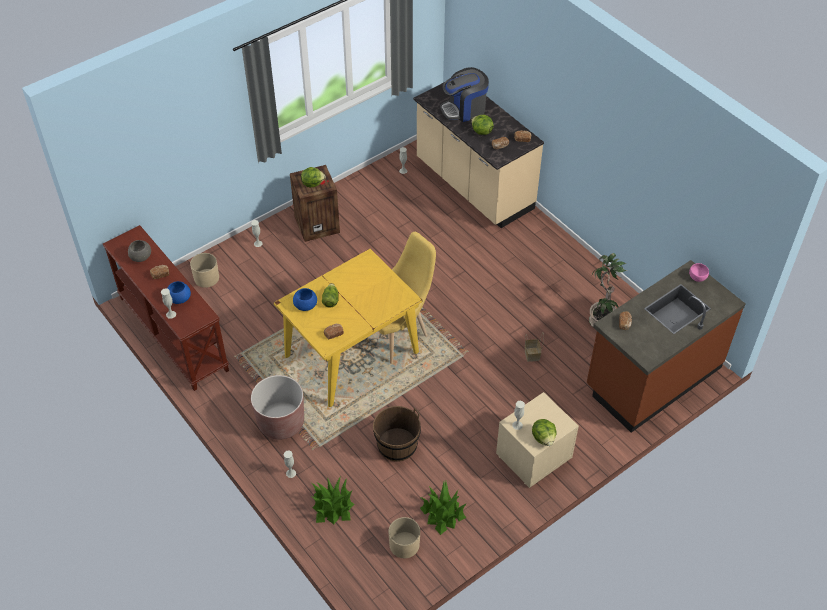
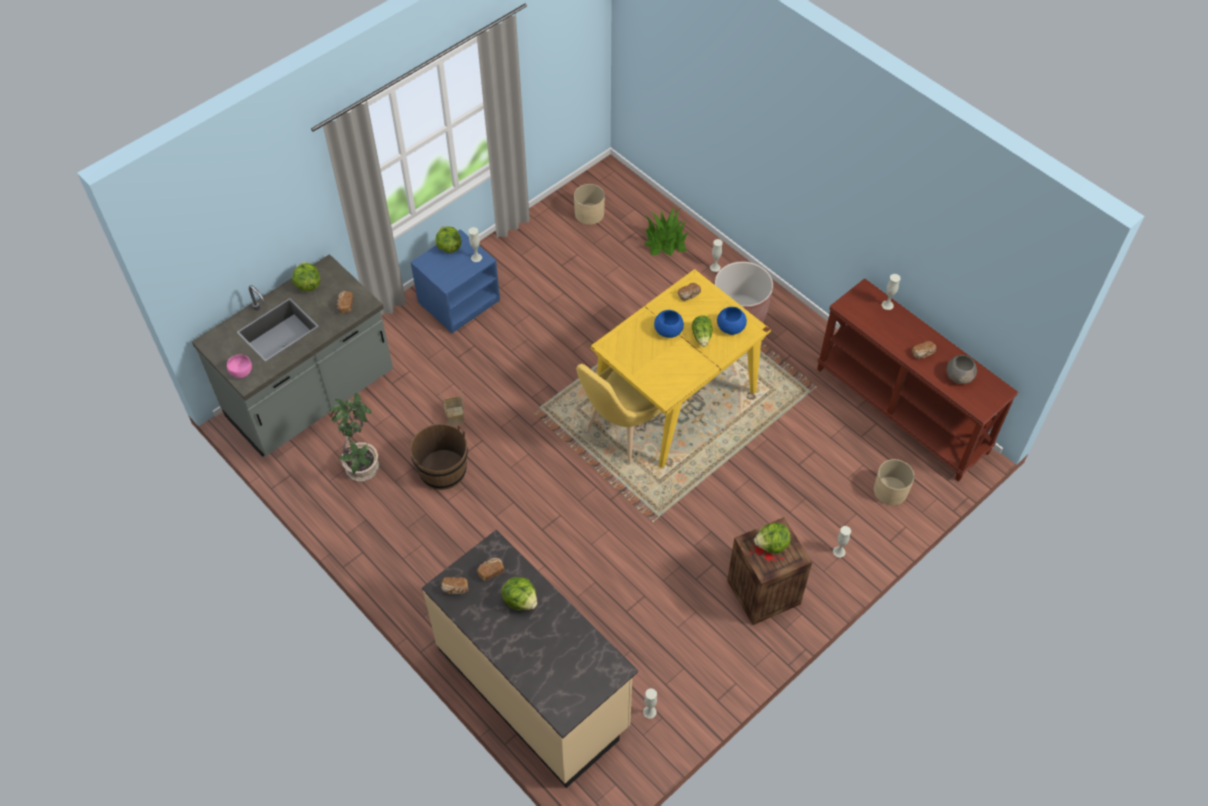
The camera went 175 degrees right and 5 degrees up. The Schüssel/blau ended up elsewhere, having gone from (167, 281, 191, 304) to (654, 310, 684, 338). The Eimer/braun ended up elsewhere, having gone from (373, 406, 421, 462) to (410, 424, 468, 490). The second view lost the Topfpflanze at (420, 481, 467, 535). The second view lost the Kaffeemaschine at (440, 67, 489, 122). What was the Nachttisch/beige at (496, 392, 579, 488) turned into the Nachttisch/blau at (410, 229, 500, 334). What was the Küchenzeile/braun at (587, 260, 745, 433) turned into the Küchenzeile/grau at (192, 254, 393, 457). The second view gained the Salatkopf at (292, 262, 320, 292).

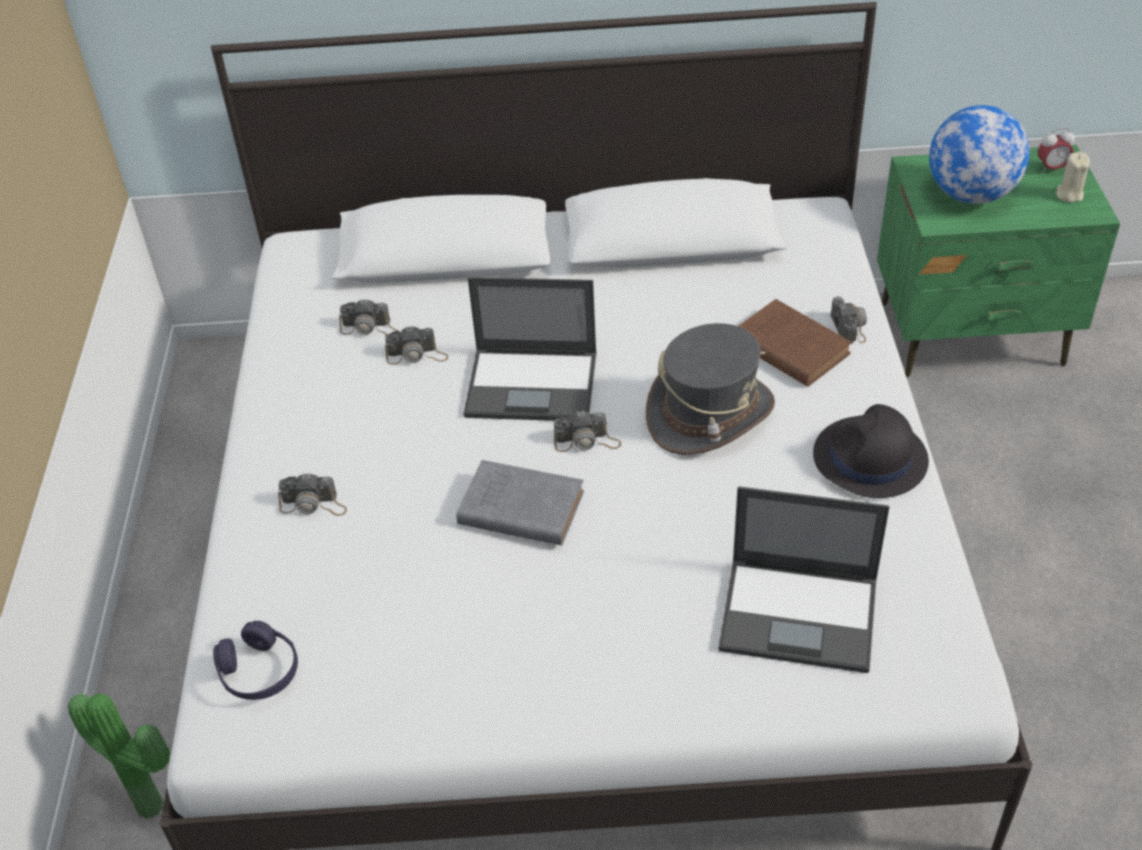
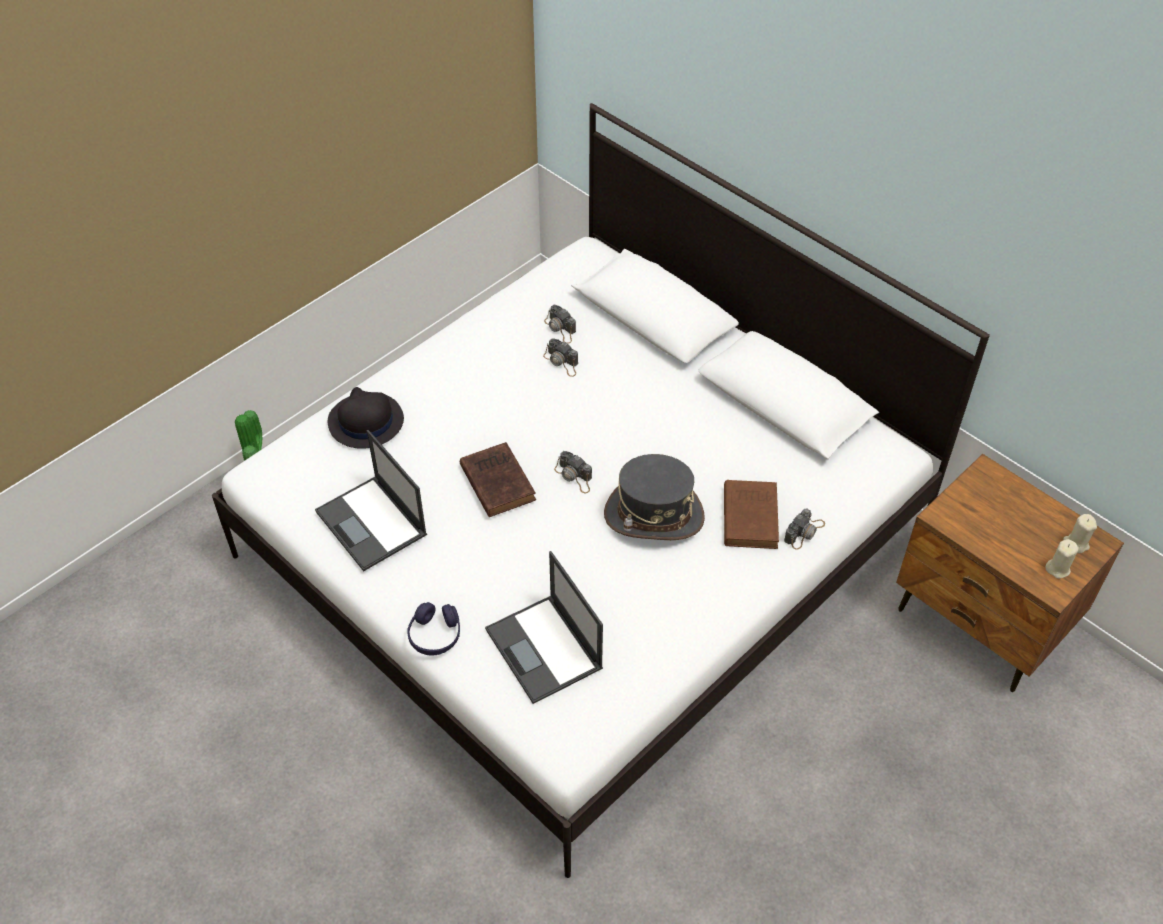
The camera went 45 degrees right and 5 degrees up. The Kopfhörer/lila ended up elsewhere, having gone from (213, 621, 298, 700) to (407, 602, 460, 655). The second view lost the Kamera at (278, 473, 347, 516). What was the Buch/grau at (456, 460, 584, 545) turned into the Buch/braun at (460, 442, 536, 517). The Laptop ended up elsewhere, having gone from (463, 277, 596, 421) to (315, 430, 427, 572). The Hut/schwarz ended up elsewhere, having gone from (813, 404, 929, 498) to (328, 387, 404, 449). What was the Nachttisch/grün at (877, 145, 1120, 377) turned into the Nachttisch/braun at (896, 454, 1124, 692). The second view lost the Globus at (929, 105, 1030, 204). Where the Wecker stood at (1038, 128, 1075, 173), the Kerze/beige came to stand at (1063, 514, 1097, 553).

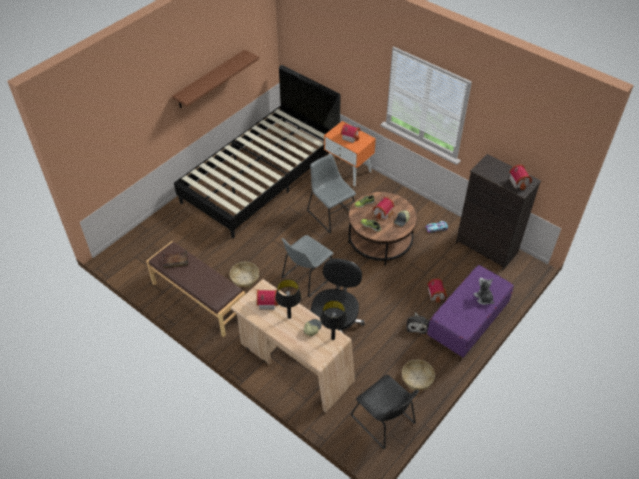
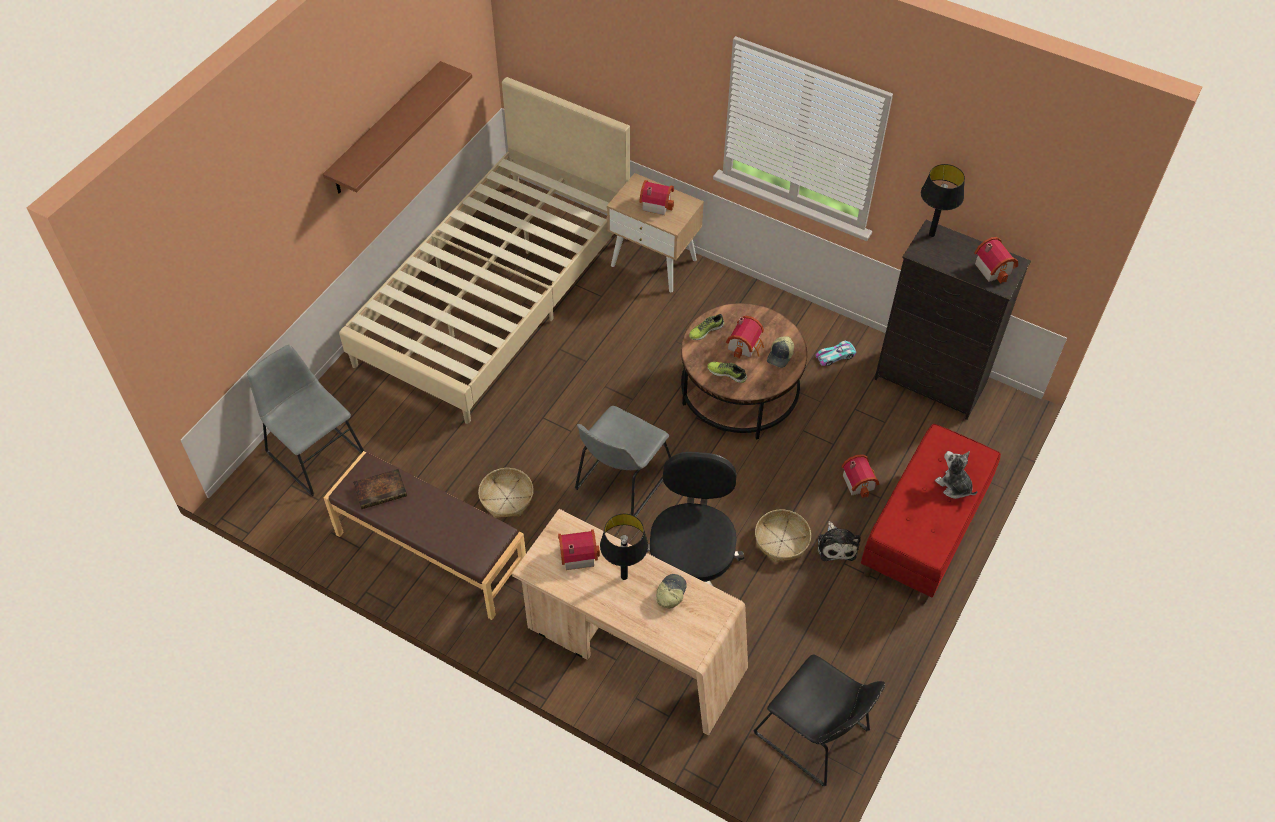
The camera went 10 degrees left and 5 degrees up. What was the Bett/schwarz at (174, 65, 341, 238) turned into the Bett/beige at (339, 77, 630, 424). The Stuhl/grau ended up elsewhere, having gone from (307, 154, 356, 233) to (247, 345, 364, 496). The Tischlampe/schwarz ended up elsewhere, having gone from (320, 300, 347, 340) to (921, 164, 965, 237). What was the Nachttisch/orange at (324, 121, 376, 186) turned into the Nachttisch/beige at (607, 173, 704, 292). The Korb ended up elsewhere, having gone from (402, 360, 435, 390) to (755, 509, 811, 562). What was the Bank/lila at (427, 265, 514, 362) turned into the Bank/rot at (861, 424, 1001, 604).

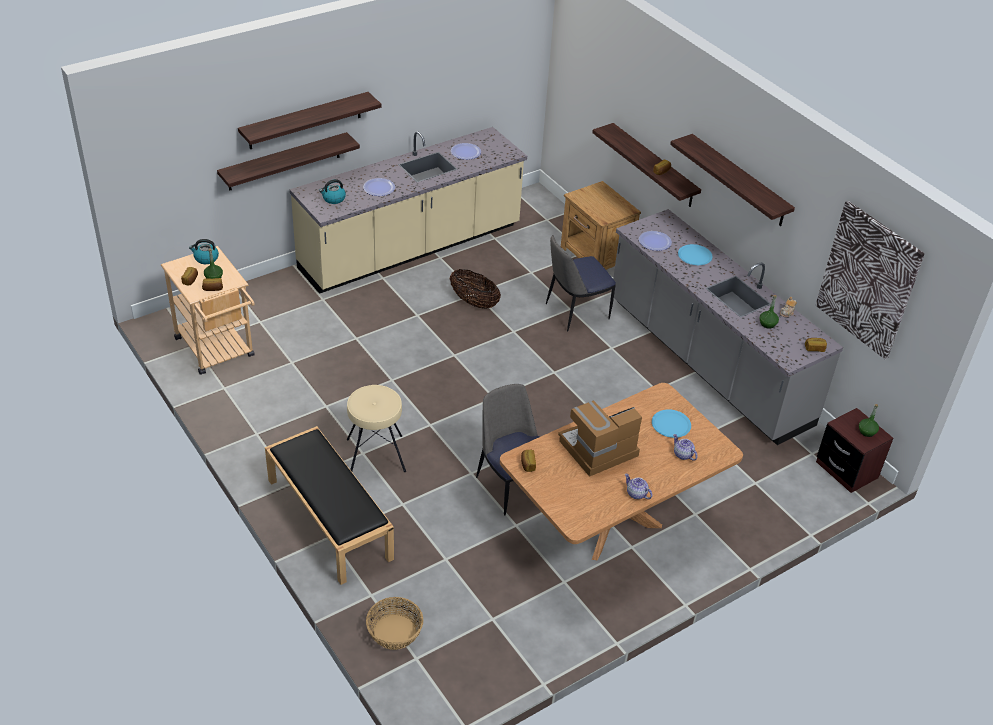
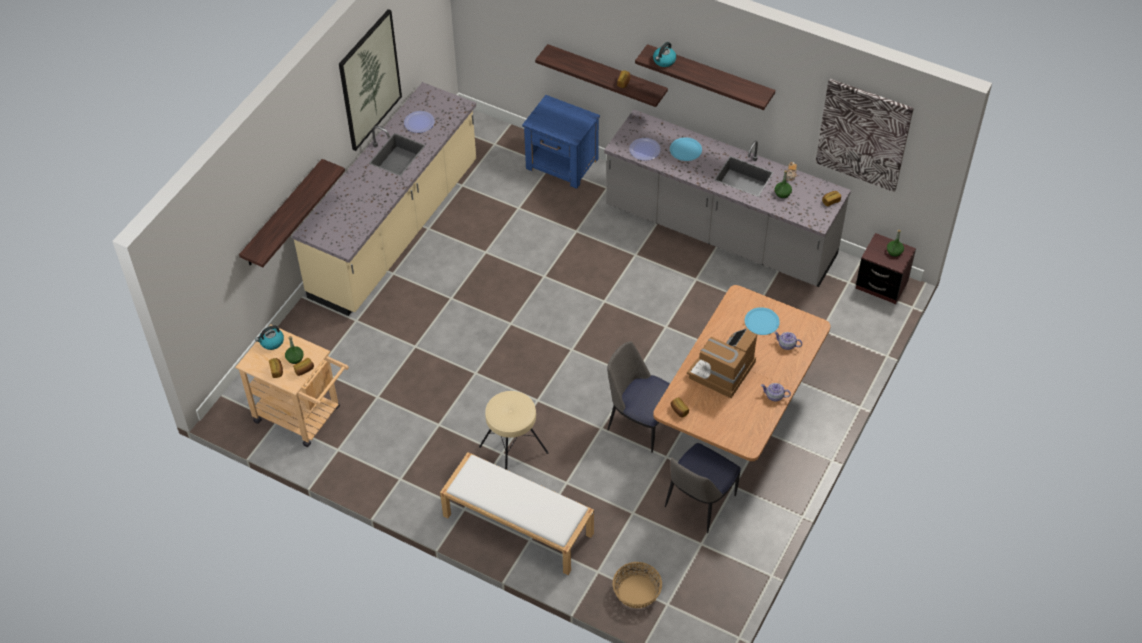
The camera went 25 degrees left and 10 degrees up. The second view lost the Wandregal at (238, 92, 382, 149). What was the Bank/schwarz at (265, 426, 394, 585) turned into the Bank/weiß at (440, 452, 594, 575). The Wasserkessel ended up elsewhere, having gone from (319, 179, 346, 204) to (653, 42, 676, 67). The second view lost the Teller at (363, 178, 395, 196). The second view lost the Korb at (450, 269, 501, 309). The Stuhl ended up elsewhere, having gone from (546, 235, 616, 332) to (665, 443, 741, 533). What was the Nachttisch/braun at (561, 181, 641, 270) turned into the Nachttisch/blau at (522, 95, 600, 189). The second view gained the Bild at (339, 9, 402, 151).

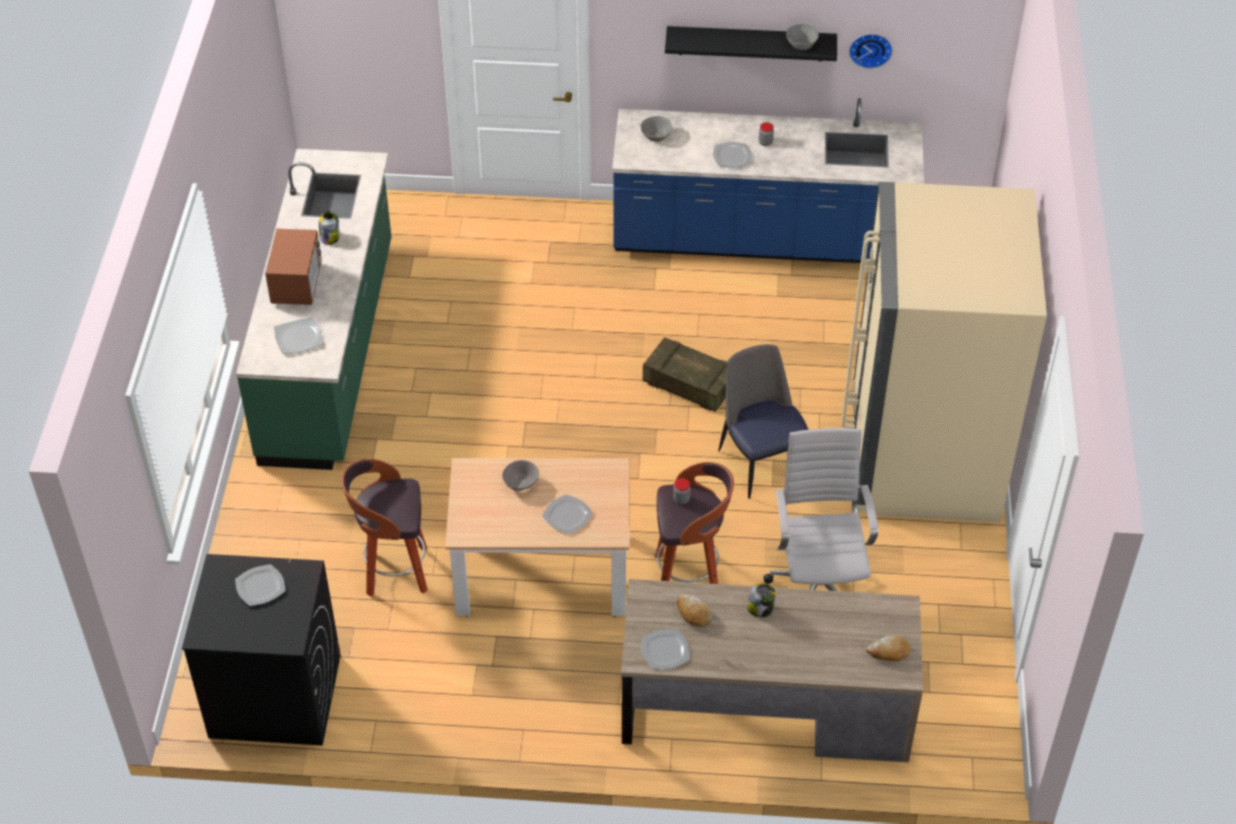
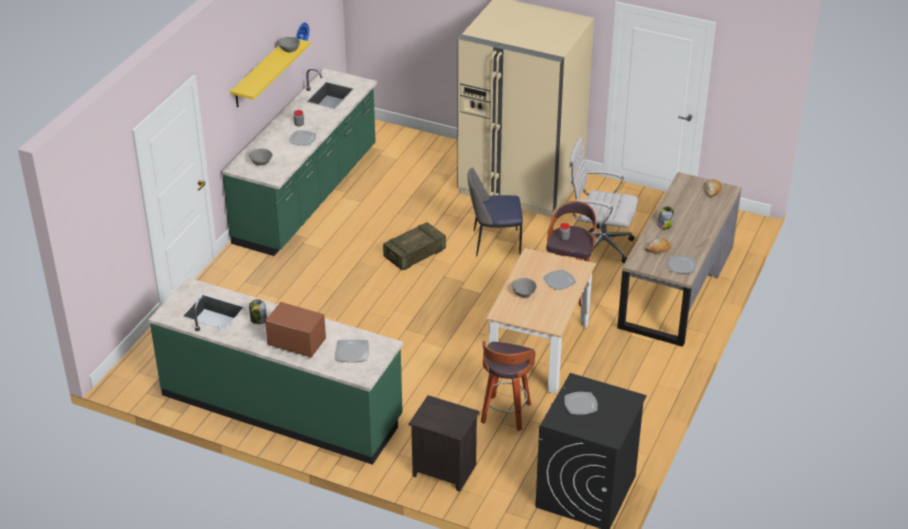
The camera went 70 degrees left and 10 degrees down. What was the Küchenzeile/blau at (612, 98, 924, 263) turned into the Küchenzeile/grün at (222, 68, 377, 256). What was the Wandregal/schwarz at (665, 26, 837, 61) turned into the Wandregal/gelb at (230, 39, 311, 108). The second view gained the Nachttisch/schwarz at (409, 395, 480, 492).

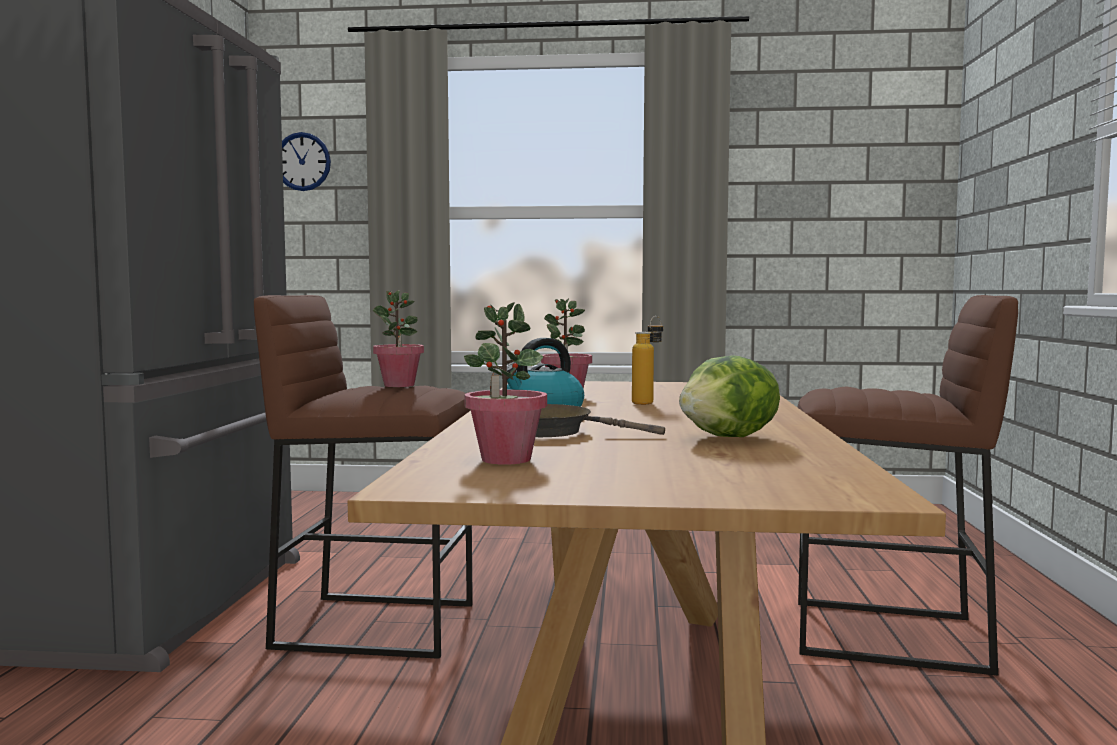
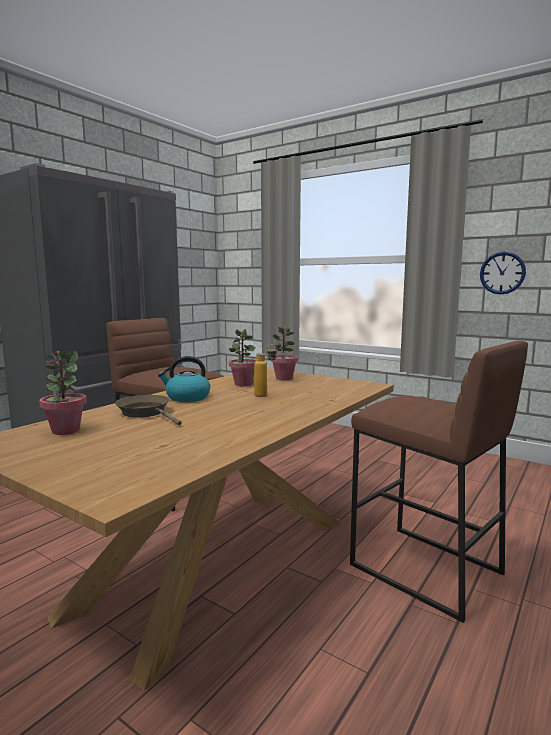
The camera went 30 degrees right and 5 degrees up. The Wanduhr ended up elsewhere, having gone from (282, 132, 331, 191) to (480, 252, 526, 295). The Topfpflanze ended up elsewhere, having gone from (373, 290, 424, 387) to (271, 326, 298, 380). The second view lost the Salatkopf at (679, 355, 780, 437).

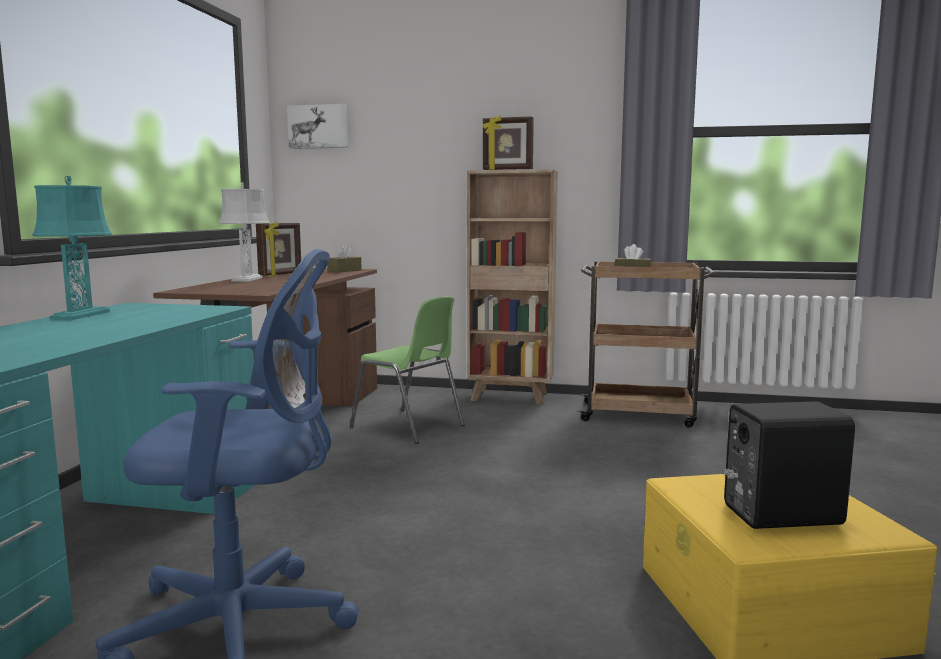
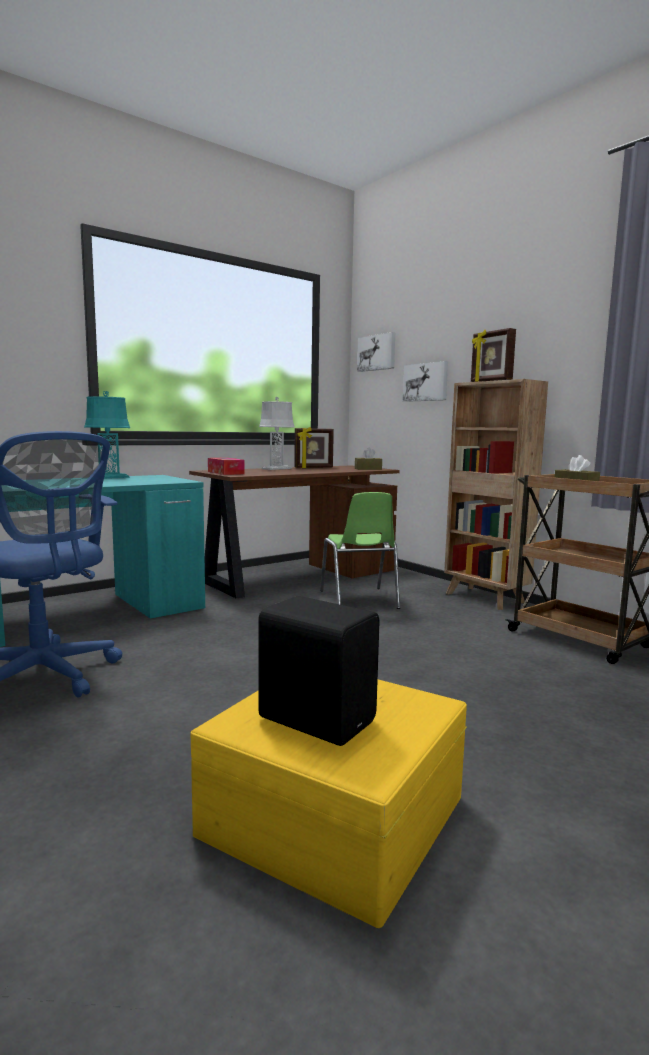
The camera went 40 degrees right and 0 degrees up. The second view gained the Taschentuchbox at (208, 458, 245, 475). The second view gained the Bild at (403, 361, 448, 402).

